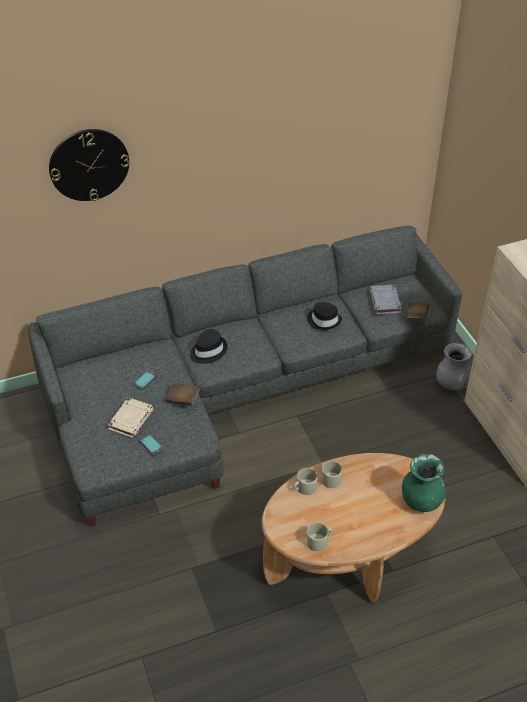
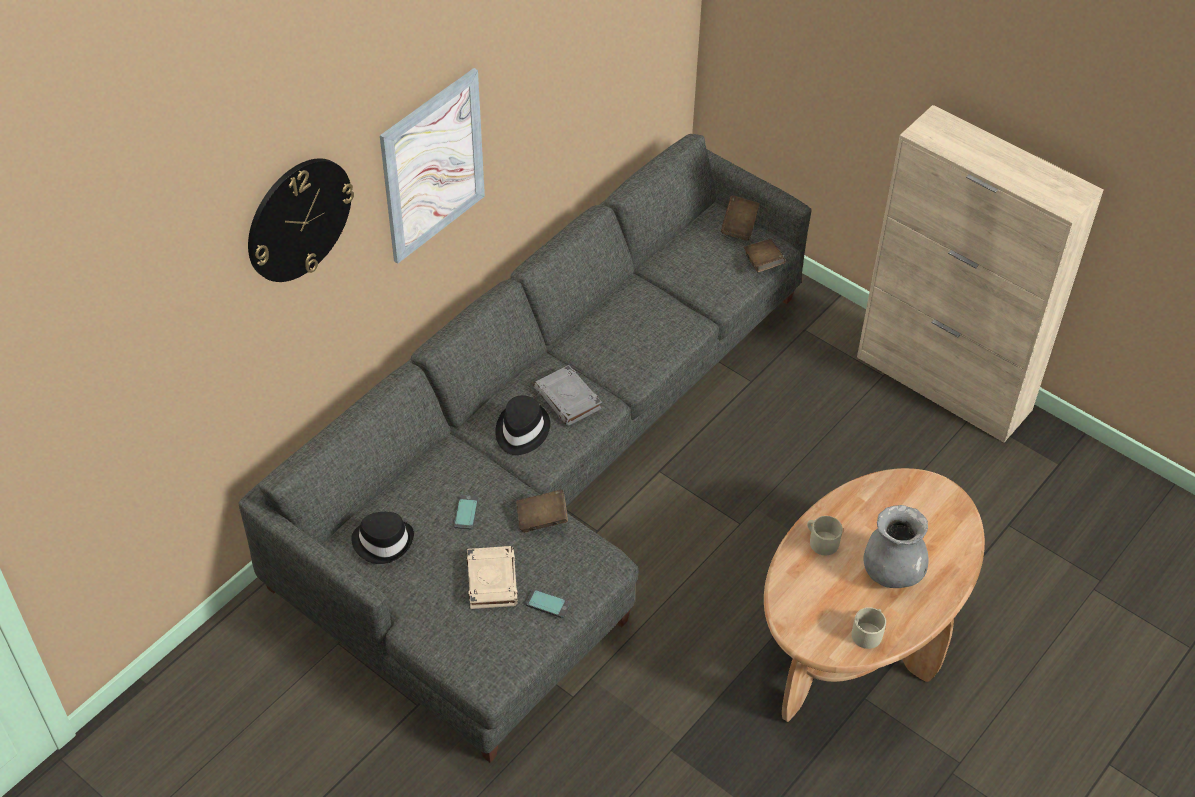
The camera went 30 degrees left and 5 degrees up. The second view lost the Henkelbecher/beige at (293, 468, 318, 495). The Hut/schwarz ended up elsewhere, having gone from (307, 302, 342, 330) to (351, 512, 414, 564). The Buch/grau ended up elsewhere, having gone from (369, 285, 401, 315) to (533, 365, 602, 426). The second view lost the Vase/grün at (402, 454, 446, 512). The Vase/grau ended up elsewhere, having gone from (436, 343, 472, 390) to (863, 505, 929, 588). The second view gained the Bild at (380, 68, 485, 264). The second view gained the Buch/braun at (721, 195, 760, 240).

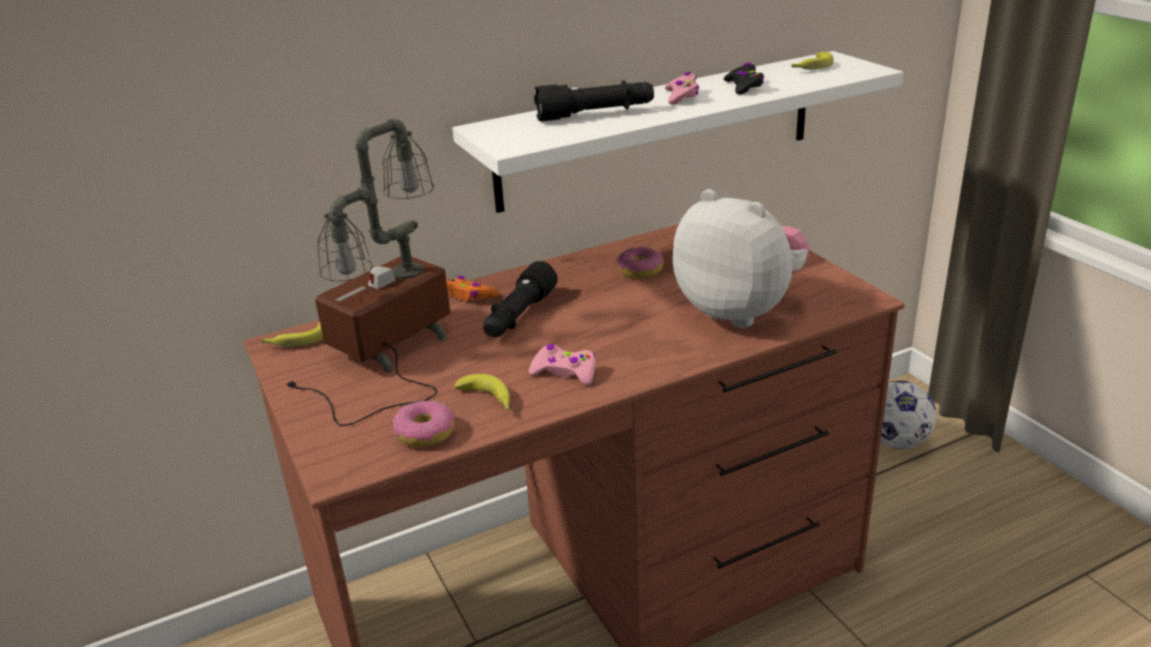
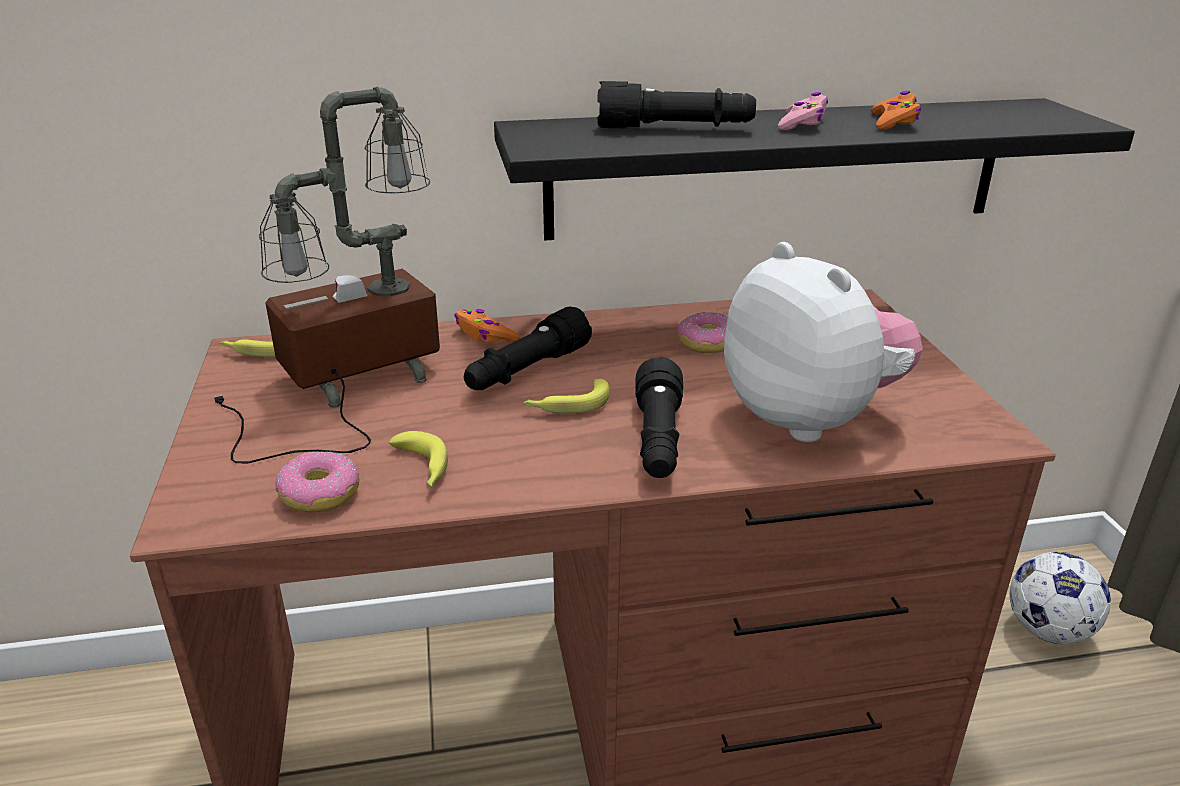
The camera went 15 degrees right and 0 degrees up. What was the Wandregal/weiß at (452, 51, 903, 213) turned into the Wandregal/schwarz at (494, 98, 1135, 241). The second view lost the Gamepad/rosa at (529, 344, 595, 385). What was the Gamepad/schwarz at (724, 62, 764, 95) turned into the Gamepad/orange at (871, 91, 921, 130). The Banane ended up elsewhere, having gone from (791, 52, 834, 70) to (523, 379, 610, 413). The second view gained the Taschenlampe/schwarz at (635, 357, 683, 478).

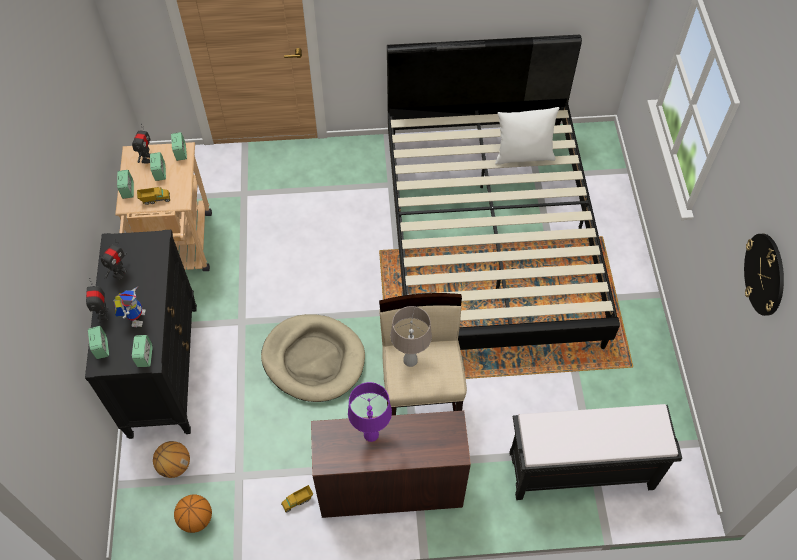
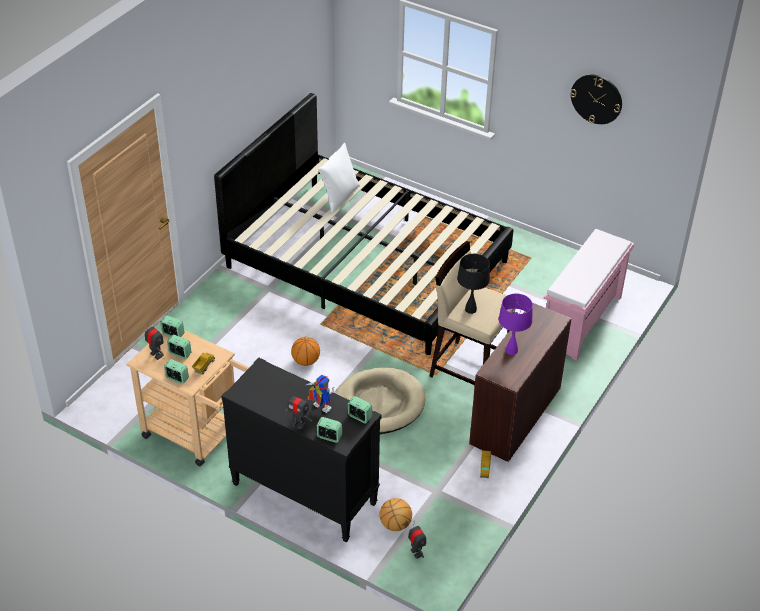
The camera went 55 degrees left and 15 degrees down. The Spielzeugroboter ended up elsewhere, having gone from (100, 239, 127, 279) to (408, 522, 426, 559). The Basketball ended up elsewhere, having gone from (174, 494, 212, 533) to (291, 337, 320, 366). What was the Tischlampe/beige at (390, 306, 432, 367) turned into the Tischlampe/schwarz at (457, 254, 490, 314). What was the Bank/schwarz at (509, 404, 682, 500) turned into the Bank/rosa at (544, 229, 634, 361).

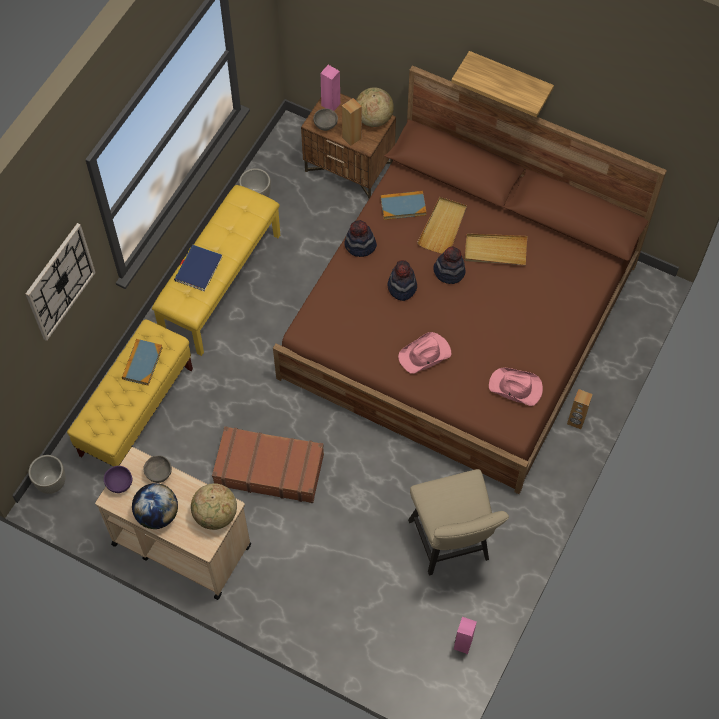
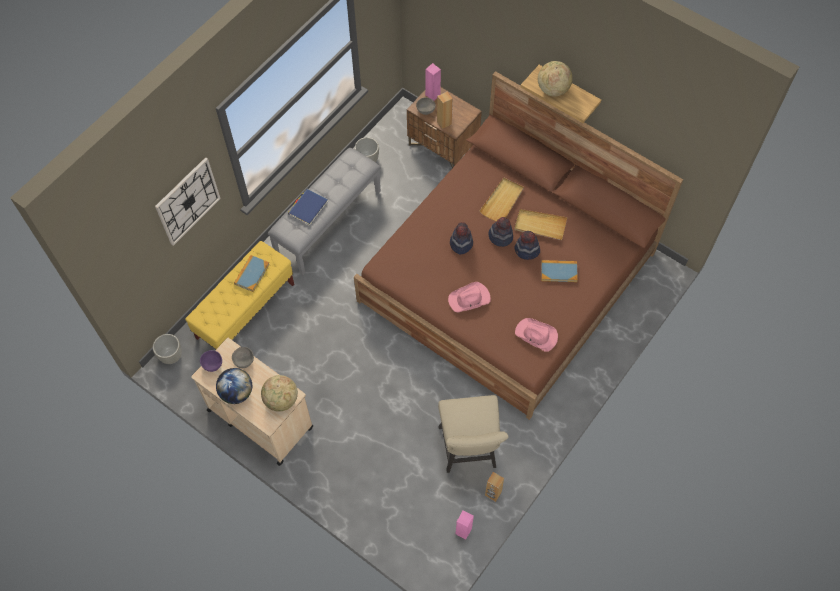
The camera went 10 degrees right and 0 degrees up. What was the Bank/gelb at (152, 185, 280, 356) turned into the Bank/grau at (268, 148, 381, 275). The second view lost the Koffer/braun at (212, 426, 324, 503). The Hut ended up elsewhere, having gone from (344, 220, 377, 257) to (514, 231, 540, 260). The Globus ended up elsewhere, having gone from (356, 87, 394, 127) to (538, 61, 573, 97). The Buch ended up elsewhere, having gone from (380, 191, 427, 220) to (541, 260, 578, 282). The Lautsprecher/braun ended up elsewhere, having gone from (567, 389, 593, 429) to (485, 472, 504, 502).

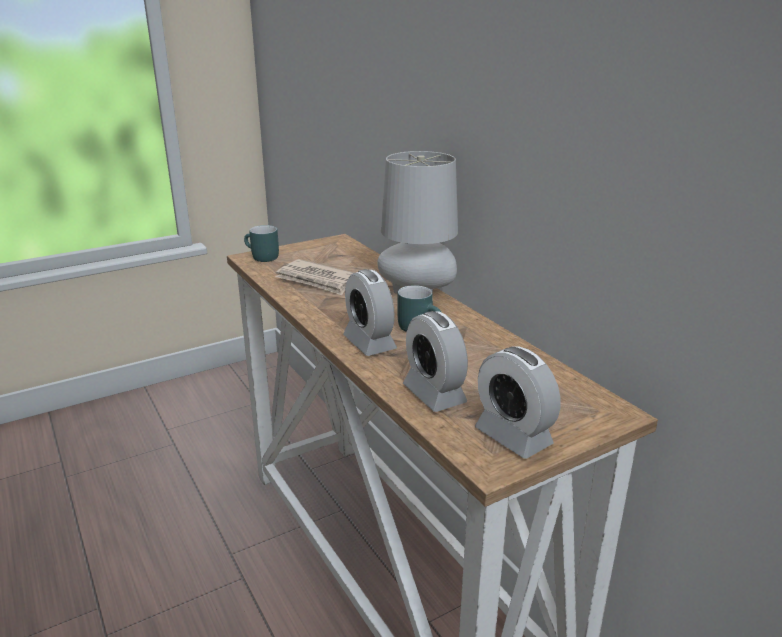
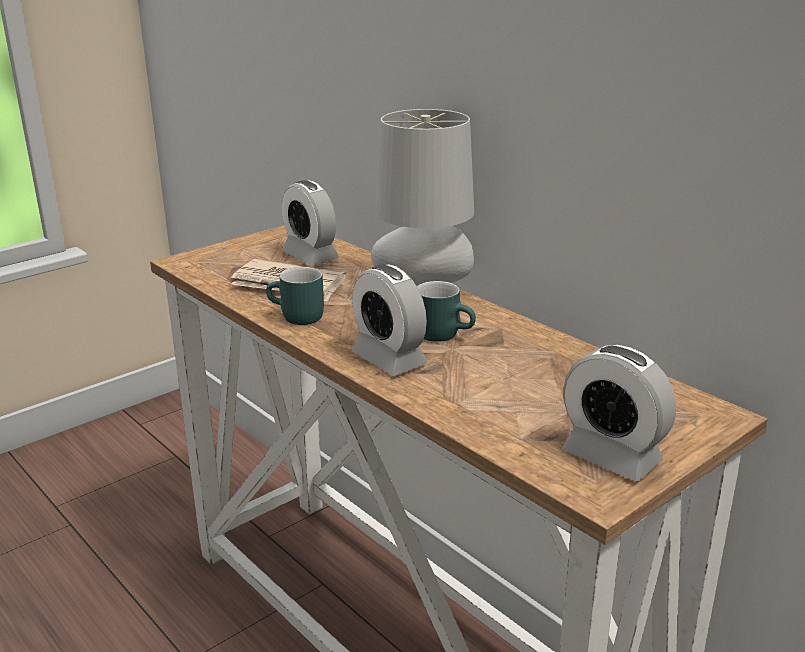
The camera went 10 degrees left and 0 degrees up. The Henkelbecher/türkis ended up elsewhere, having gone from (244, 225, 279, 262) to (266, 267, 324, 325). The Wecker ended up elsewhere, having gone from (403, 311, 468, 412) to (282, 180, 339, 265).

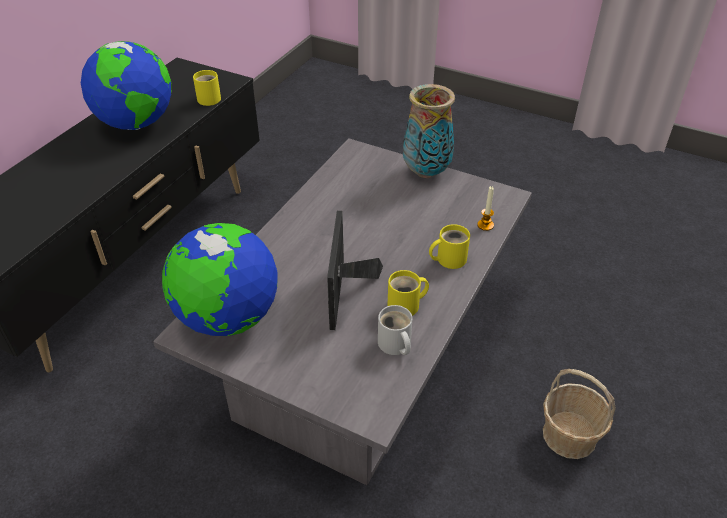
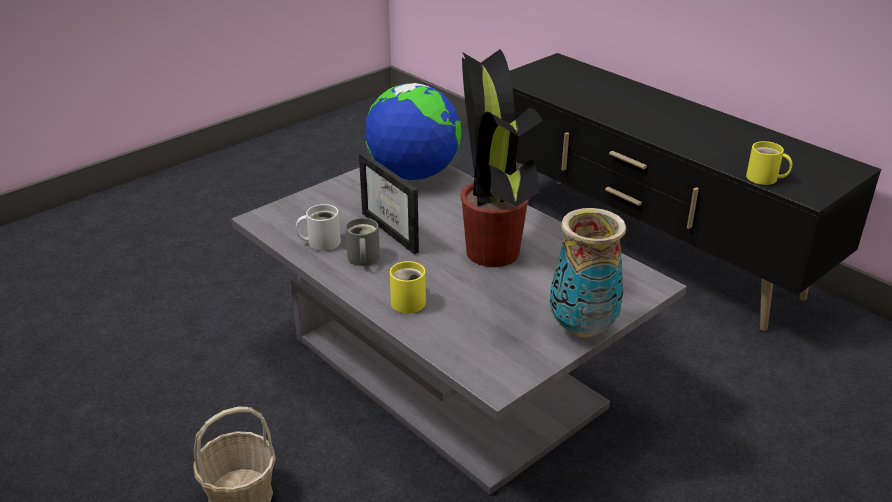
The camera went 110 degrees right and 10 degrees down. The second view lost the Globus at (81, 41, 171, 130). The Bilderrahmen at (327, 211, 383, 330) ended up facing another way, 150 degrees counterclockwise from before. What was the Henkelbecher/gelb at (387, 270, 429, 316) turned into the Henkelbecher/grau at (345, 218, 380, 266). The second view lost the Kerze at (477, 186, 494, 231). The second view gained the Topfpflanze at (460, 49, 542, 267).

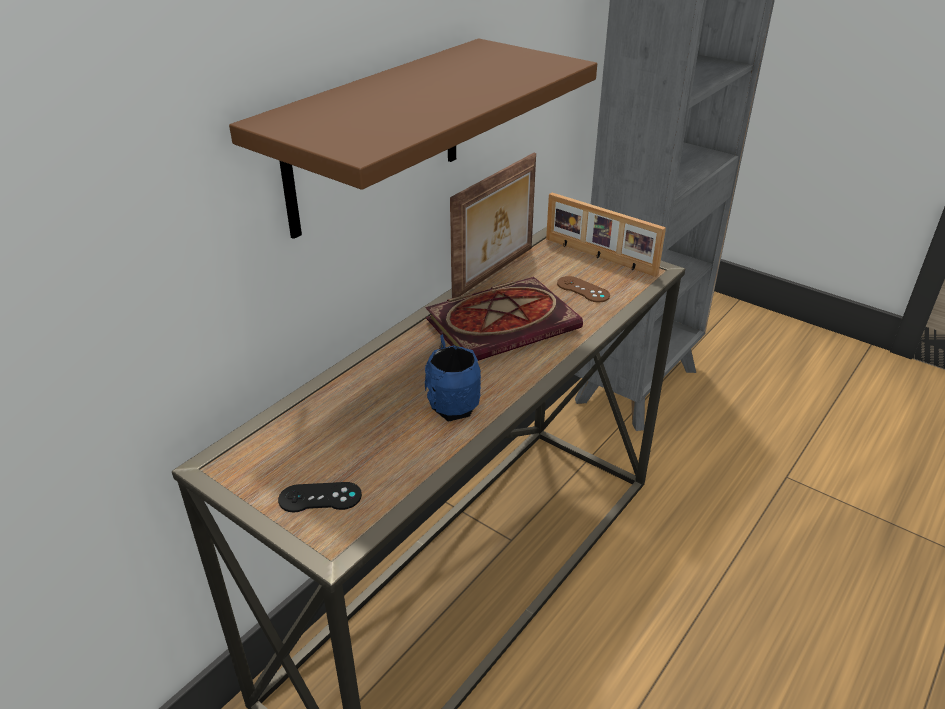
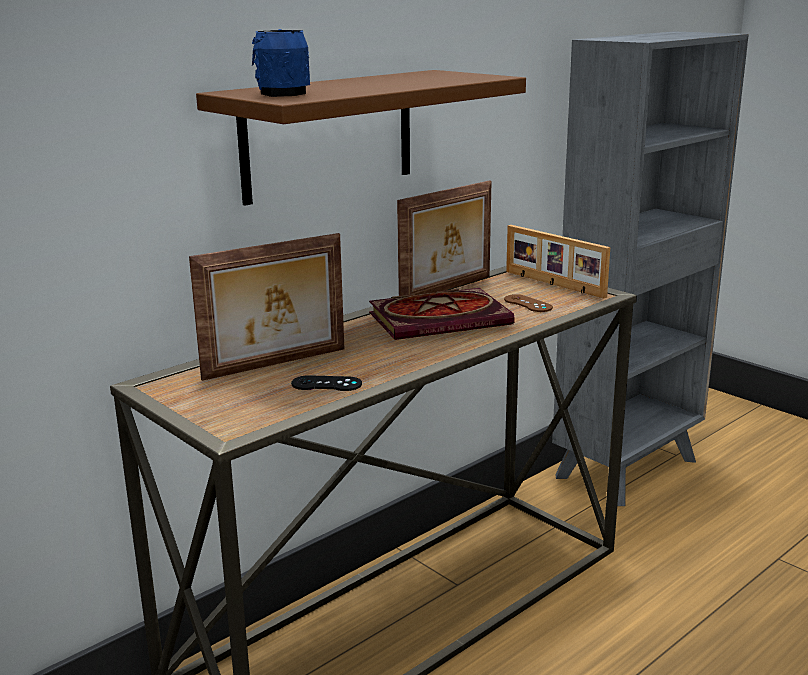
The camera went 10 degrees right and 15 degrees down. The Gamepad/schwarz ended up elsewhere, having gone from (278, 482, 362, 512) to (291, 375, 362, 391). The Henkelbecher/blau ended up elsewhere, having gone from (425, 334, 481, 422) to (252, 29, 310, 97). The second view gained the Bilderrahmen at (189, 233, 344, 381).

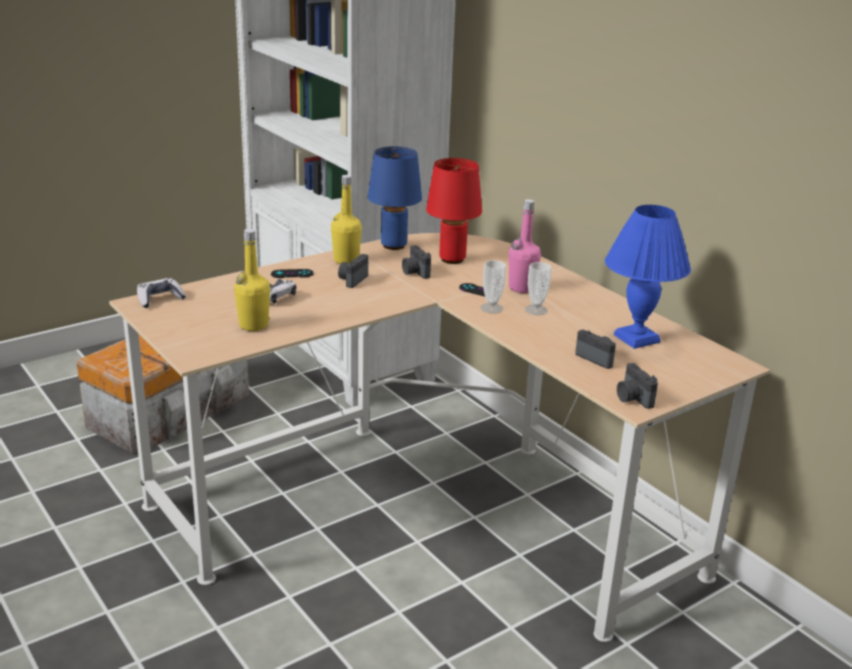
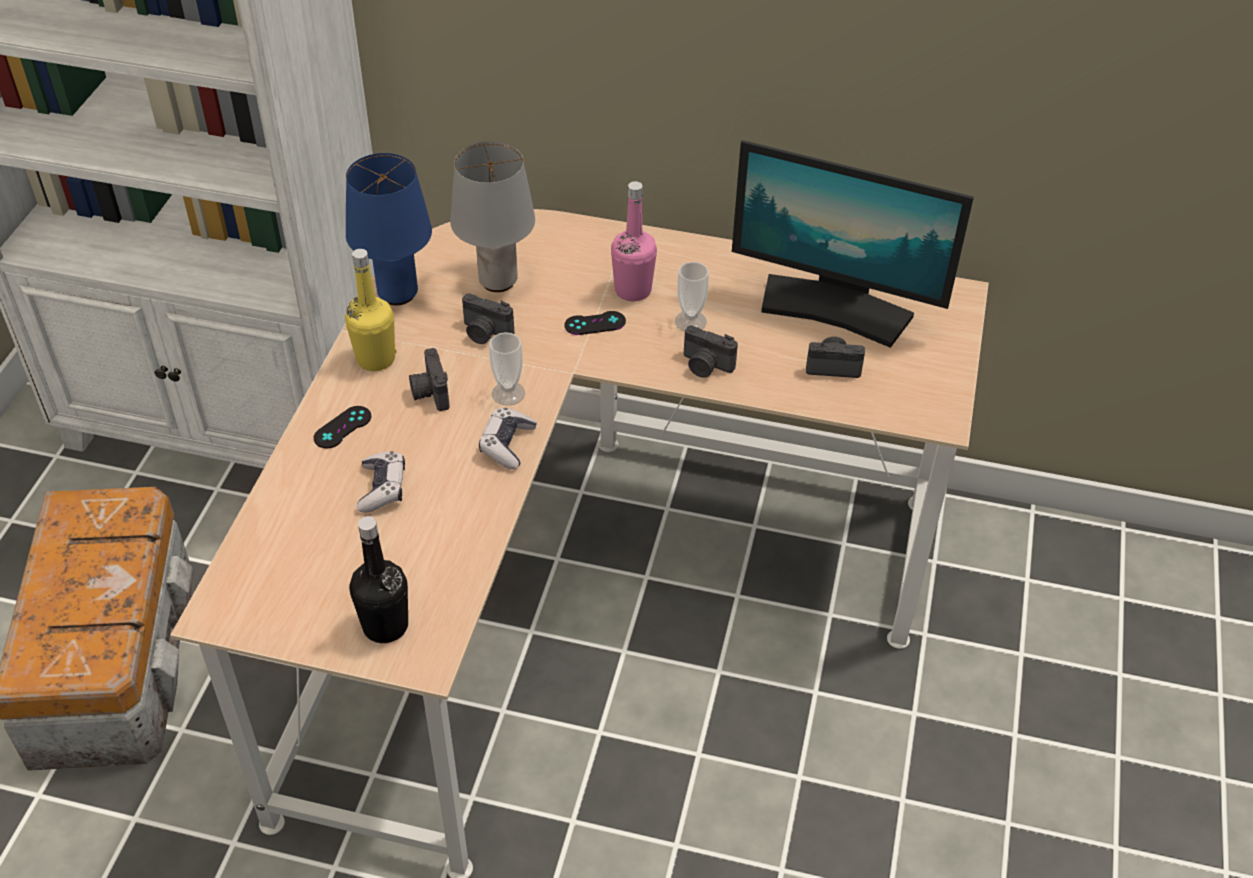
The camera went 40 degrees left and 20 degrees up. The Gamepad ended up elsewhere, having gone from (137, 278, 186, 308) to (479, 408, 537, 469). The second view lost the Flasche/gelb at (234, 229, 270, 331). What was the Tischlampe/rot at (426, 158, 482, 264) turned into the Tischlampe/grau at (450, 141, 535, 292). The Tasse ended up elsewhere, having gone from (481, 260, 506, 314) to (489, 332, 525, 406). Where the Tischlampe/blau stood at (605, 205, 691, 349), the Monitor came to stand at (732, 140, 974, 348). The Kamera ended up elsewhere, having gone from (617, 363, 658, 409) to (684, 325, 738, 378). The second view gained the Flasche/schwarz at (349, 516, 408, 643).

